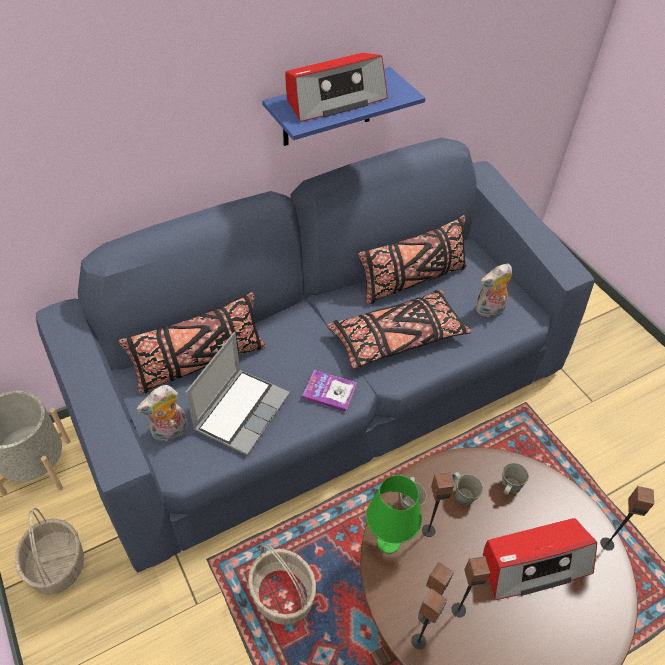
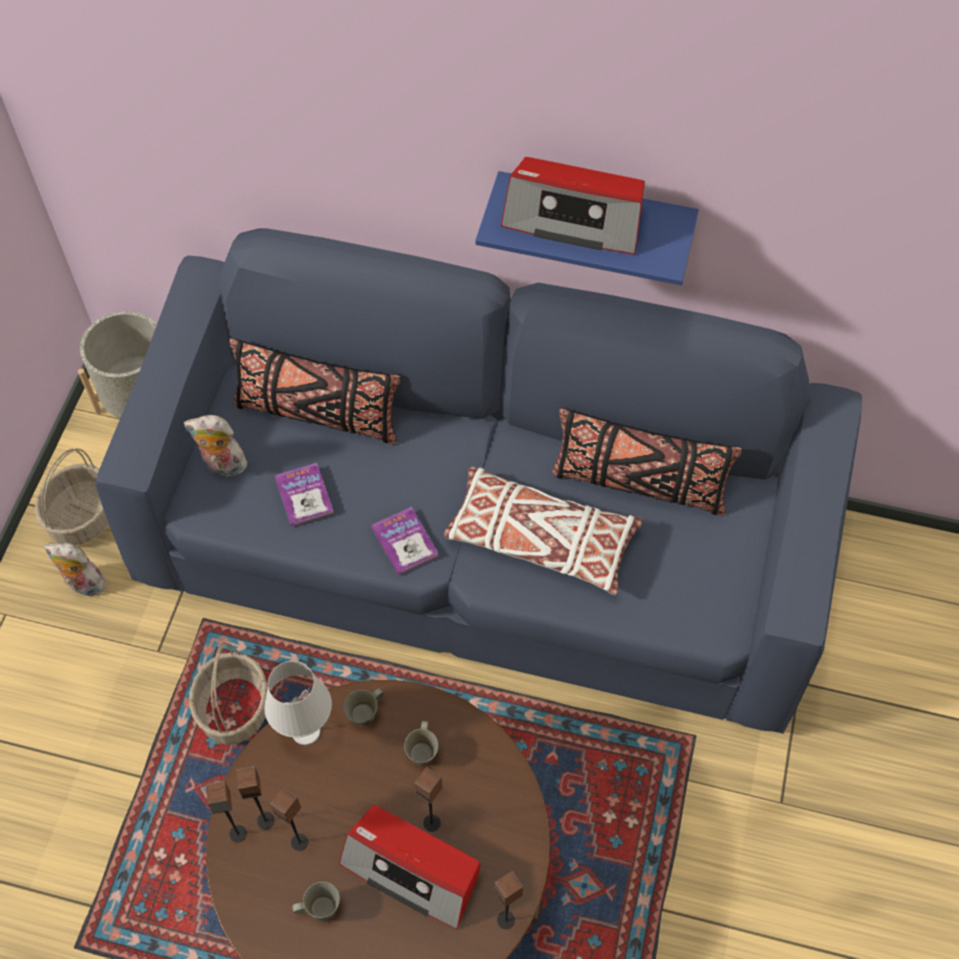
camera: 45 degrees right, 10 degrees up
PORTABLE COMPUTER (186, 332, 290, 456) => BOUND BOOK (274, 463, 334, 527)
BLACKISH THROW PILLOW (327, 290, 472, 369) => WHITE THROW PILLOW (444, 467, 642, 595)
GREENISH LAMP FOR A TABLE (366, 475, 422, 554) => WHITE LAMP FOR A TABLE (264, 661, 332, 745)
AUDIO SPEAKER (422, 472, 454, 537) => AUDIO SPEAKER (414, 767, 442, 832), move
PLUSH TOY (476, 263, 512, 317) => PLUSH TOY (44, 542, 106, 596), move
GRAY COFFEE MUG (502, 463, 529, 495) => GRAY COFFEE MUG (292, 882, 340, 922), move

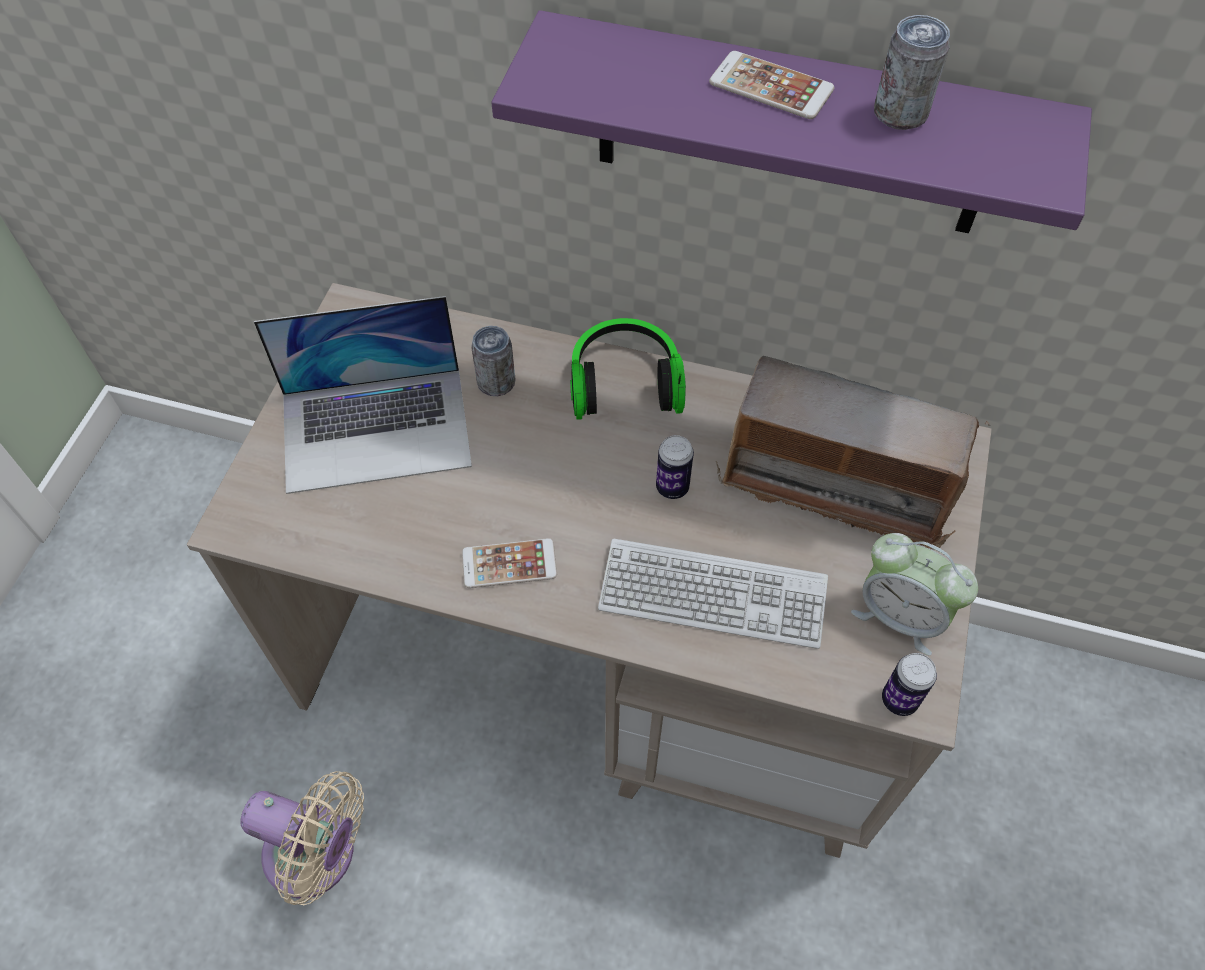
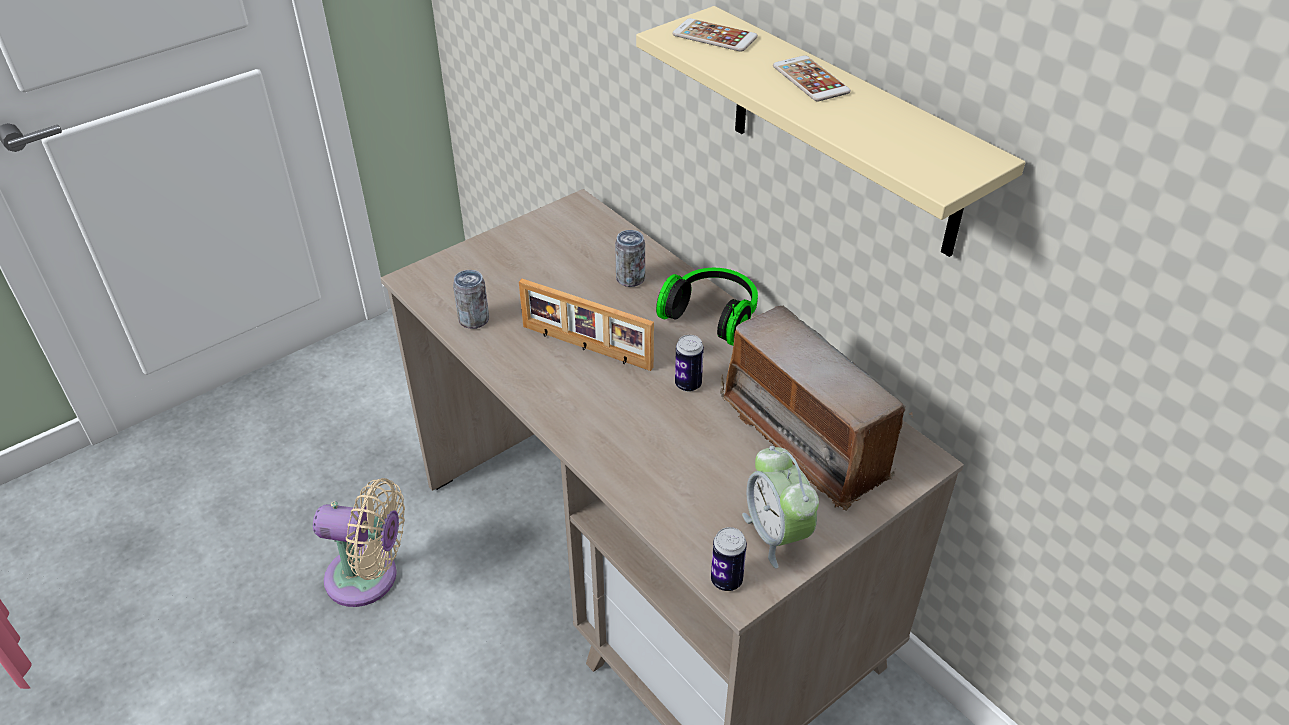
camera: 35 degrees right, 15 degrees down
SAND-COLOURED COOLING FAN (240, 771, 364, 905) => SAND-COLOURED COOLING FAN (313, 478, 405, 607), 45 degrees counterclockwise
PORTABLE COMPUTER (254, 296, 472, 494) => nothing
PHONE (462, 538, 557, 588) => PHONE (672, 18, 758, 52), move
PURPLE-COLOURED WALL SHELF (492, 10, 1092, 233) => SAND-COLOURED WALL SHELF (636, 6, 1025, 257)
KEYBOARD (598, 539, 828, 649) => nothing
SEALED CAN (874, 15, 950, 130) => SEALED CAN (453, 270, 489, 329), move
nothing => PHOTO FRAME (519, 279, 654, 371)

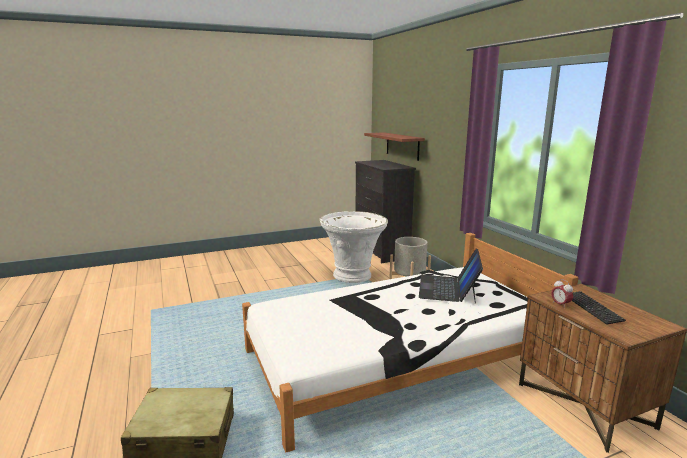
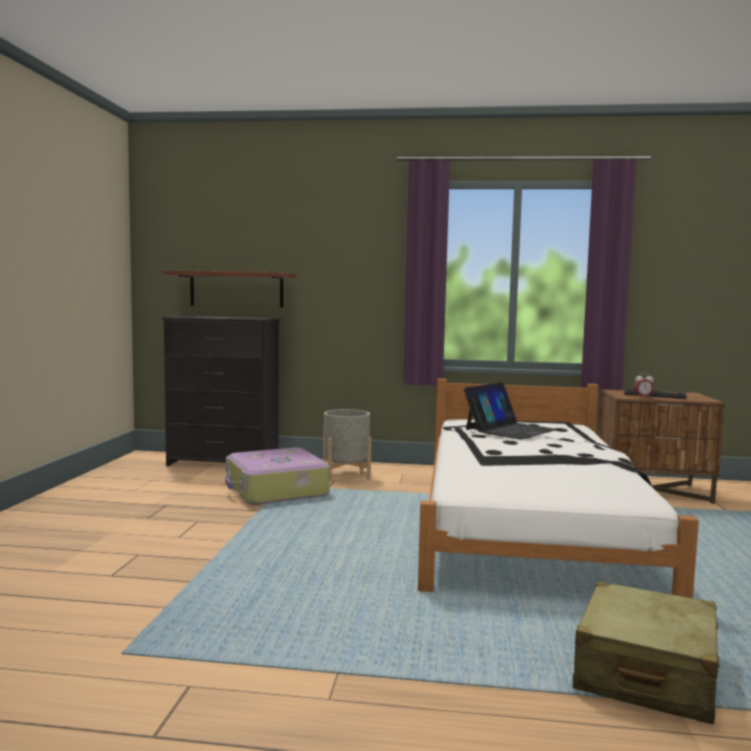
camera: 60 degrees left, 10 degrees down
WHITE PLANT POT (320, 211, 388, 283) => TRAVEL CASE (225, 448, 330, 505)
PORTABLE COMPUTER (419, 248, 483, 303) => PORTABLE COMPUTER (464, 382, 557, 440), 90 degrees counterclockwise

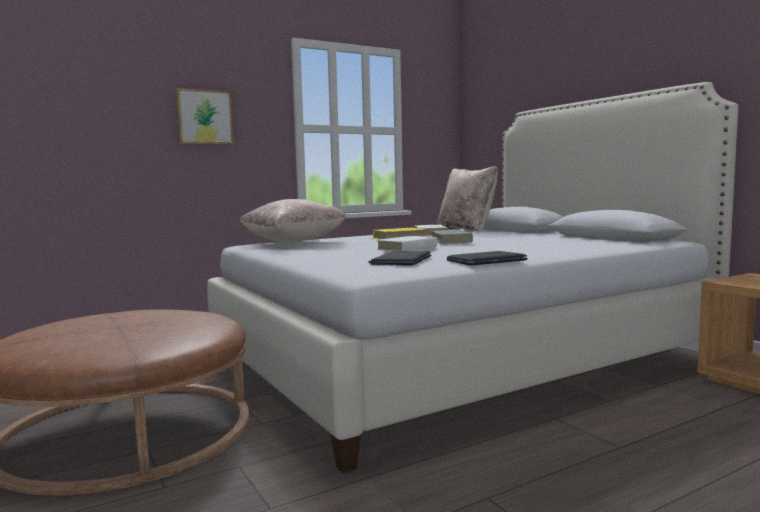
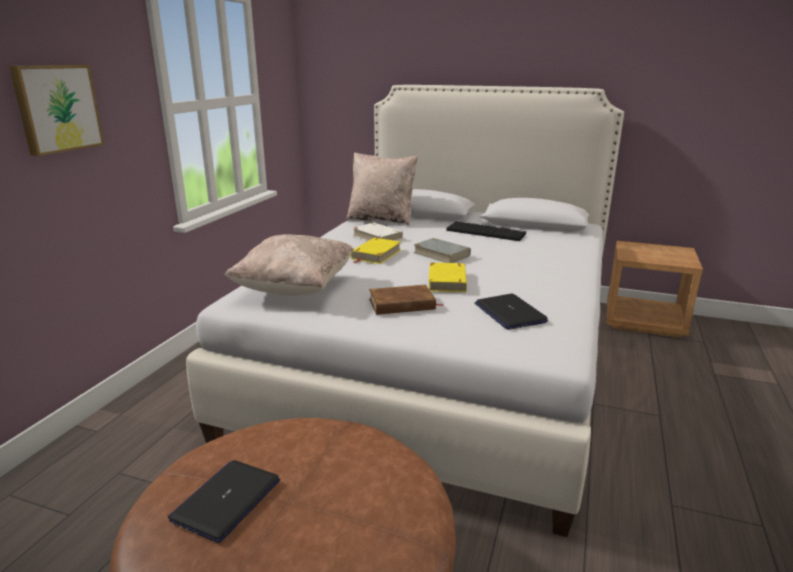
camera: 40 degrees left, 15 degrees up
WHITE BOUND BOOK (376, 236, 437, 251) => YELLOW-COLOURED BOUND BOOK (428, 262, 467, 292)
PORTABLE COMPUTER (447, 251, 528, 266) => PORTABLE COMPUTER (168, 460, 280, 543), move
nothing => BROWN BOUND BOOK (369, 285, 444, 315)
nothing => KEYBOARD (446, 221, 526, 241)

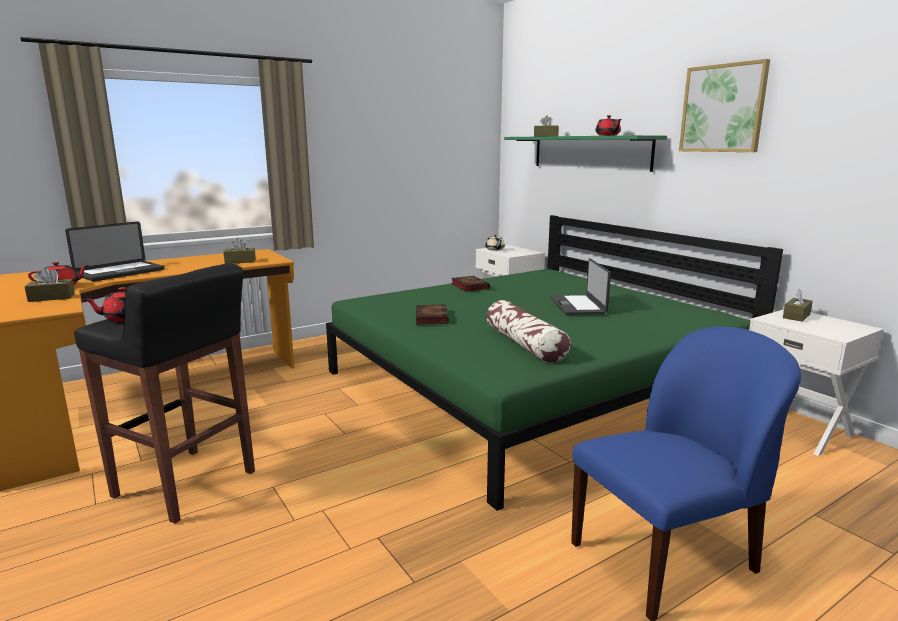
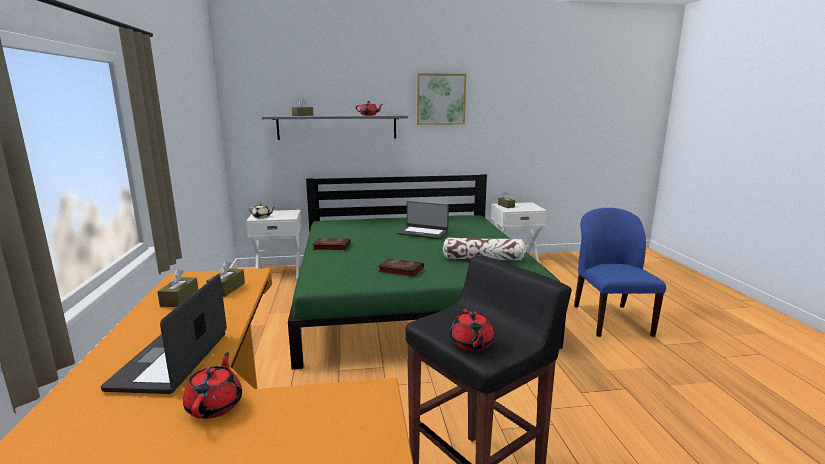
camera: 65 degrees left, 0 degrees up
BROWN TISSUE BOX (24, 267, 75, 302) => BROWN TISSUE BOX (157, 269, 198, 307), move
PORTABLE COMPUTER (65, 221, 165, 281) => PORTABLE COMPUTER (101, 274, 227, 394), 150 degrees counterclockwise
GREENISH WALL SHELF (504, 135, 667, 172) => GRAY WALL SHELF (262, 115, 408, 140)

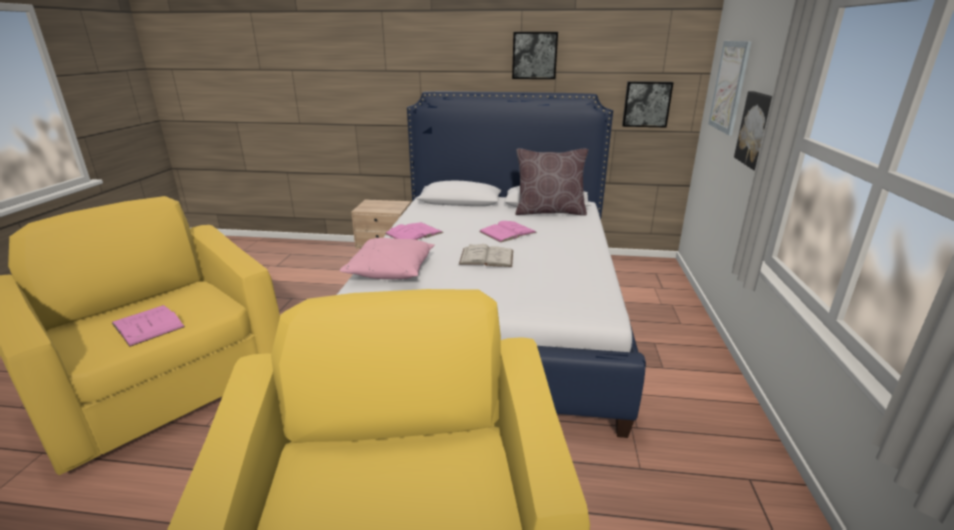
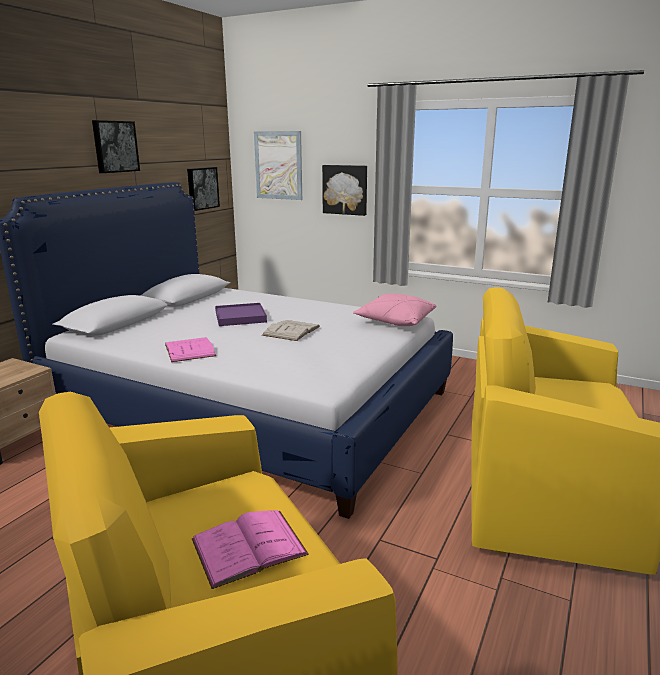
camera: 70 degrees left, 5 degrees down
PINK-COLOURED THROW PILLOW (339, 238, 435, 279) => PINK-COLOURED THROW PILLOW (353, 293, 437, 326), move
PINK-COLOURED BOUND BOOK (479, 221, 537, 243) => PURPLE-COLOURED TRAY (215, 303, 267, 326)
BROWN THROW PILLOW (515, 149, 588, 216) => nothing

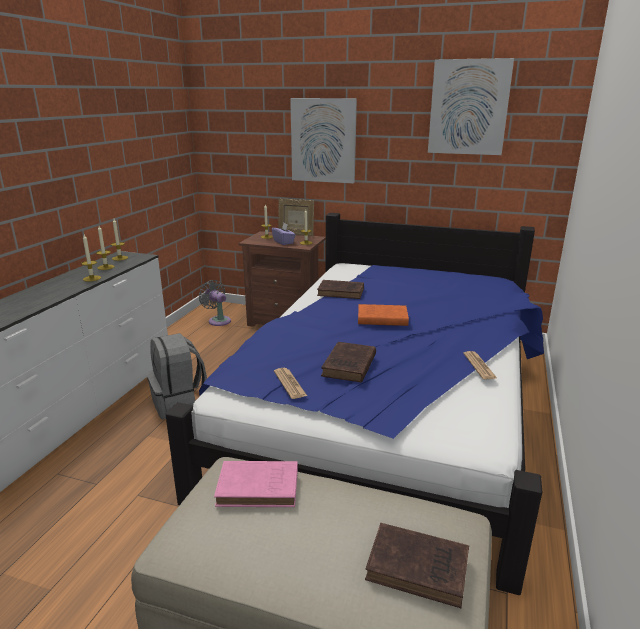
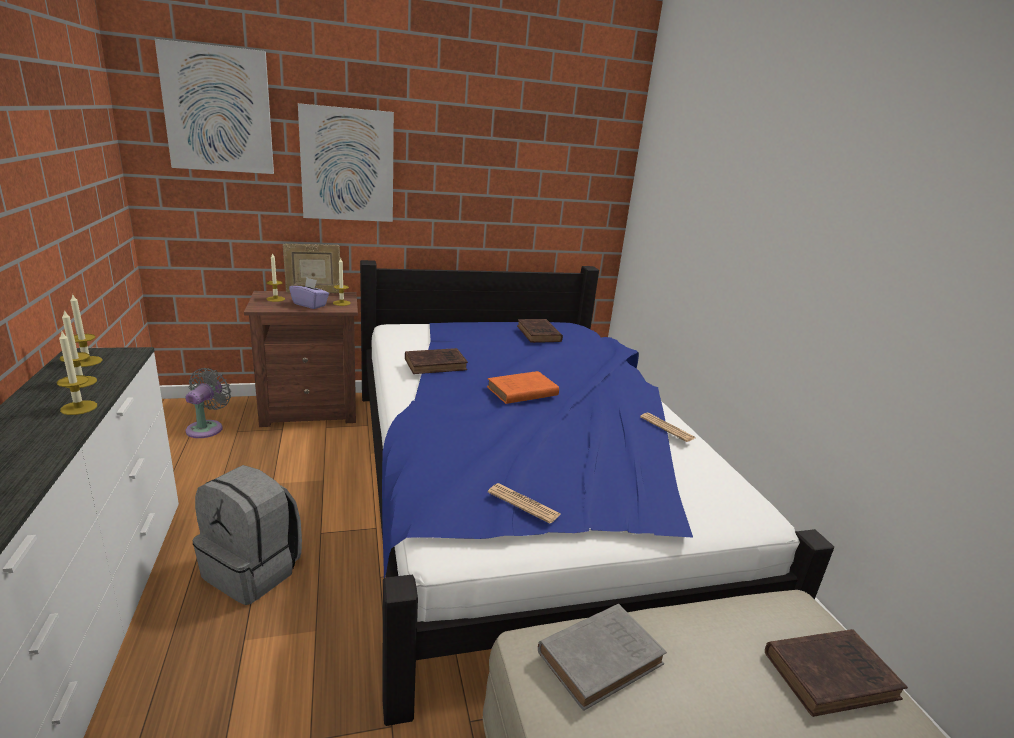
camera: 35 degrees left, 0 degrees up
GRAY COOLING FAN (199, 280, 231, 326) => GRAY COOLING FAN (186, 368, 231, 438), 90 degrees clockwise
PINK-COLOURED BOUND BOOK (214, 461, 298, 507) => GRAY BOUND BOOK (538, 604, 667, 711)
BROWN BOUND BOOK (321, 342, 376, 383) => BROWN BOUND BOOK (517, 319, 563, 343), move
PICTURE (428, 58, 514, 155) => PICTURE (155, 39, 274, 174), move

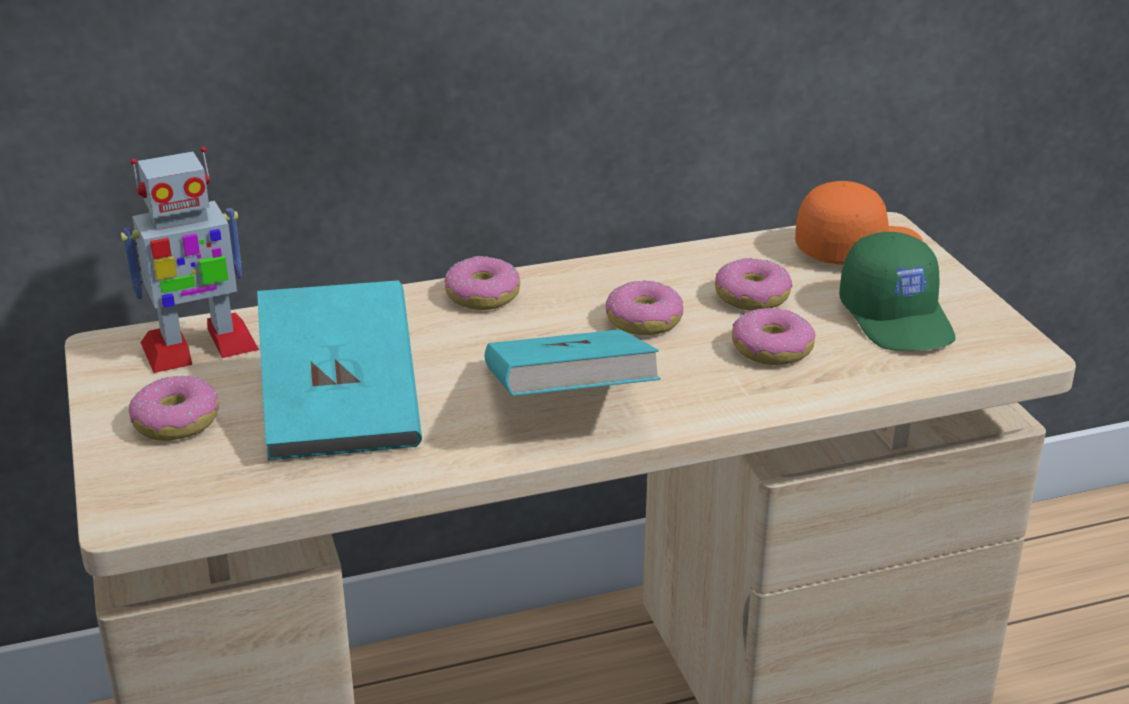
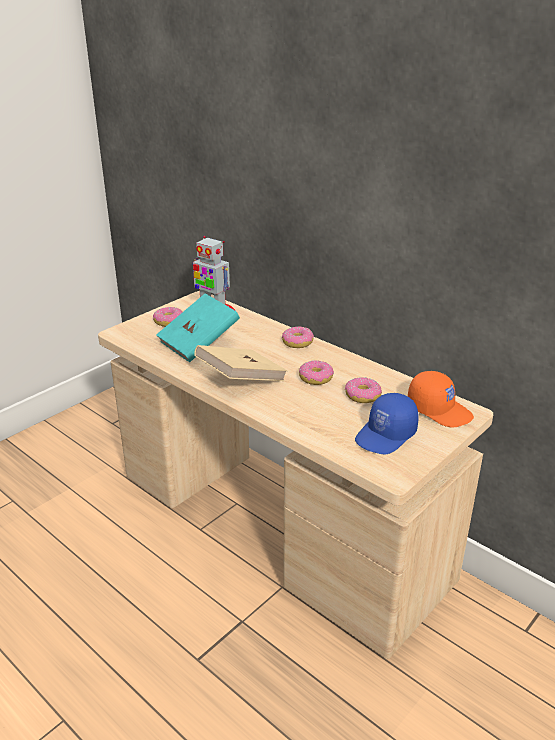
camera: 60 degrees right, 0 degrees up
TURQUOISE BOUND BOOK (485, 329, 661, 396) => SAND-COLOURED BOUND BOOK (194, 345, 288, 381)
DOUGHNUT (732, 307, 815, 365) => nothing
GREENISH CAP (839, 232, 956, 351) => BLUE CAP (355, 393, 419, 454)

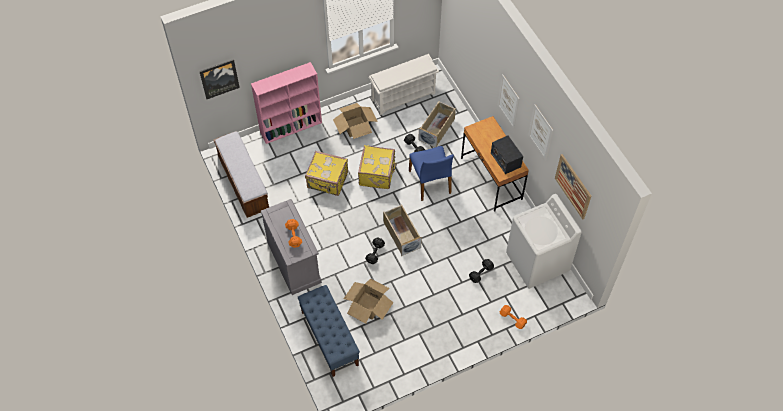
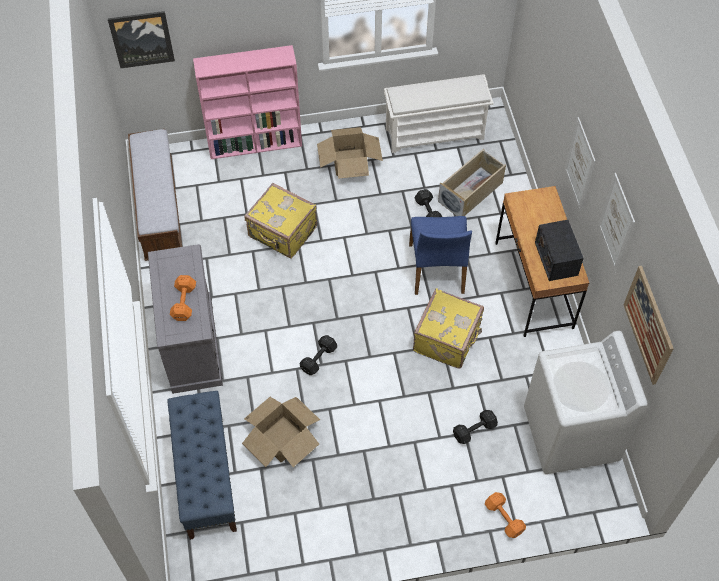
camera: 15 degrees right, 0 degrees up
YELLOW-COLOURED TRAVEL CASE (358, 145, 397, 189) => YELLOW-COLOURED TRAVEL CASE (413, 288, 484, 368), move
SAND-COLOURED STORAGE BIN (383, 204, 422, 256) => nothing

